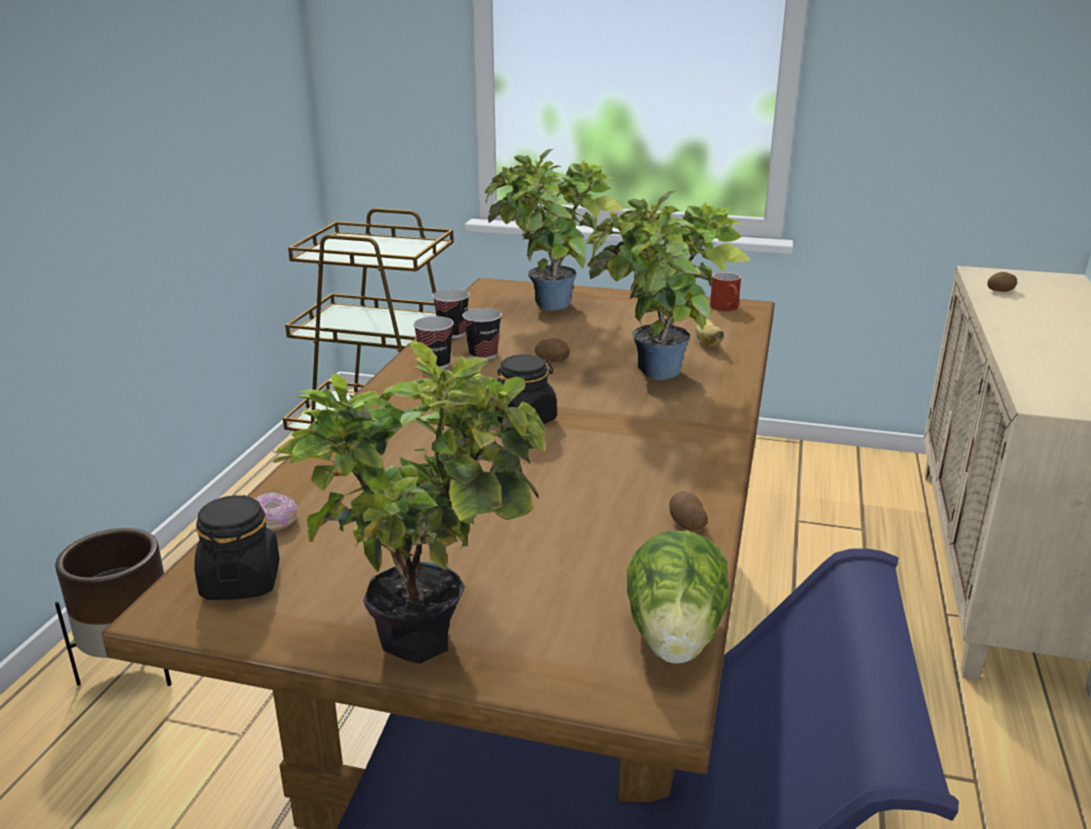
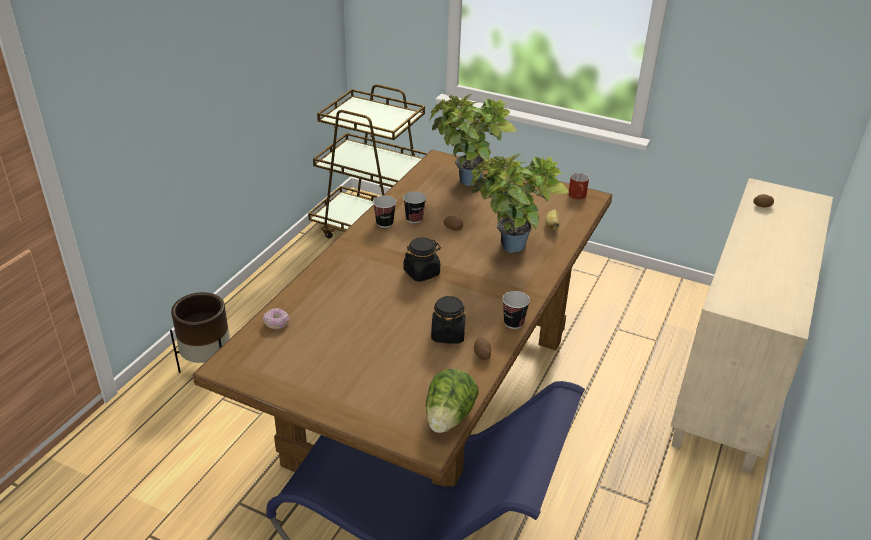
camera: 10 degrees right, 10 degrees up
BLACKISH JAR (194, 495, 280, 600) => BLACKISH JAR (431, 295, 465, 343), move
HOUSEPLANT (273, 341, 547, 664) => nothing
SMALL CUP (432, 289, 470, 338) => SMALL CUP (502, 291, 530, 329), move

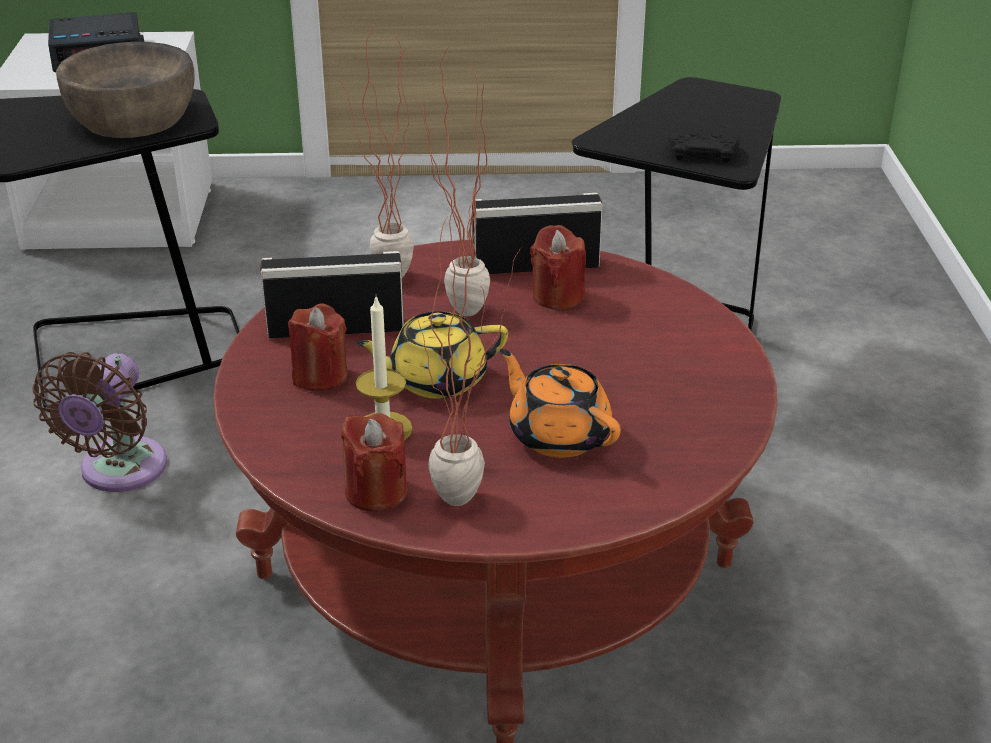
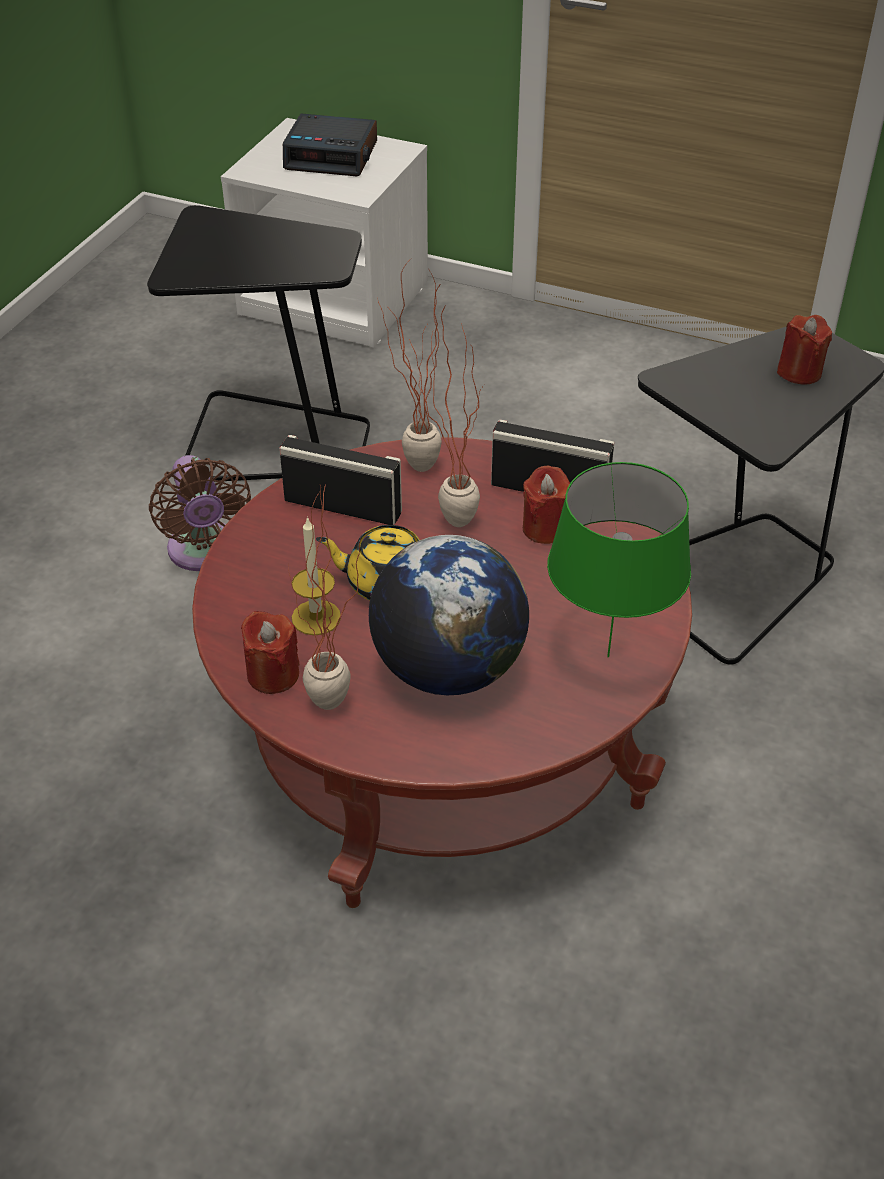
camera: 25 degrees right, 10 degrees up
BROWN COOLING FAN (33, 352, 167, 492) => BROWN COOLING FAN (149, 455, 251, 571), 60 degrees counterclockwise
BROWN SERVING BOWL (56, 42, 195, 138) => nothing
RED-COLOURED WAX CANDLE (288, 303, 347, 391) => RED-COLOURED WAX CANDLE (777, 315, 832, 385), move
ORANGEY TEAPOT (500, 349, 621, 458) => WORLD GLOBE (369, 535, 529, 695)
BLACKISH JOYPAD (668, 130, 740, 163) => nothing
nothing => GREENISH LAMP FOR A TABLE (547, 462, 691, 657)

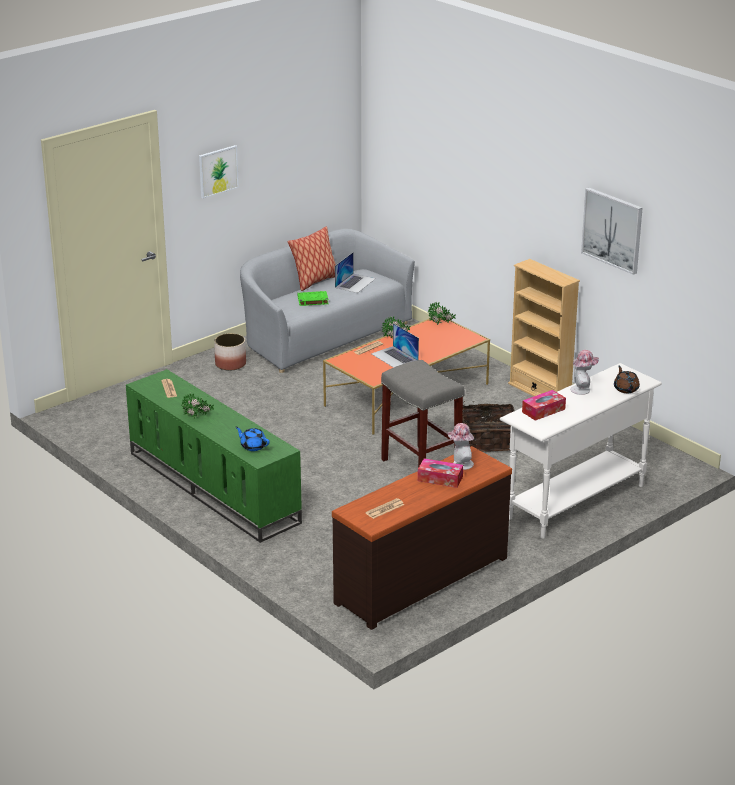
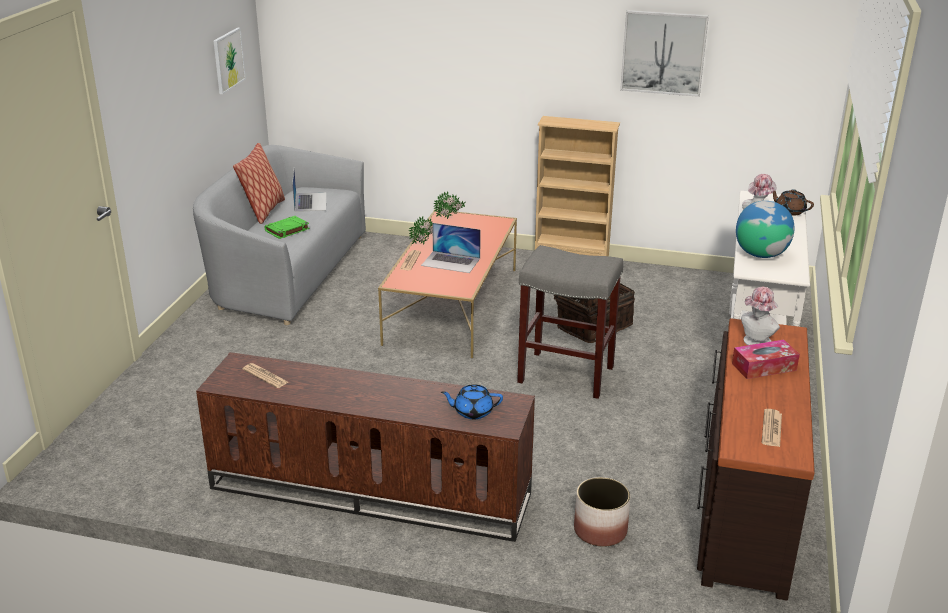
camera: 35 degrees left, 0 degrees up
GREENISH MEDIA CONSOLE (126, 369, 302, 543) => BROWN MEDIA CONSOLE (196, 352, 535, 542)
HOUSEPLANT (182, 393, 214, 418) => nothing
PICTURE (199, 145, 239, 199) => PICTURE (214, 28, 246, 94), move
PLANT POT (214, 333, 246, 371) => PLANT POT (574, 477, 630, 547), move
TISSUE BOX (522, 390, 566, 421) => WORLD GLOBE (736, 201, 794, 258)

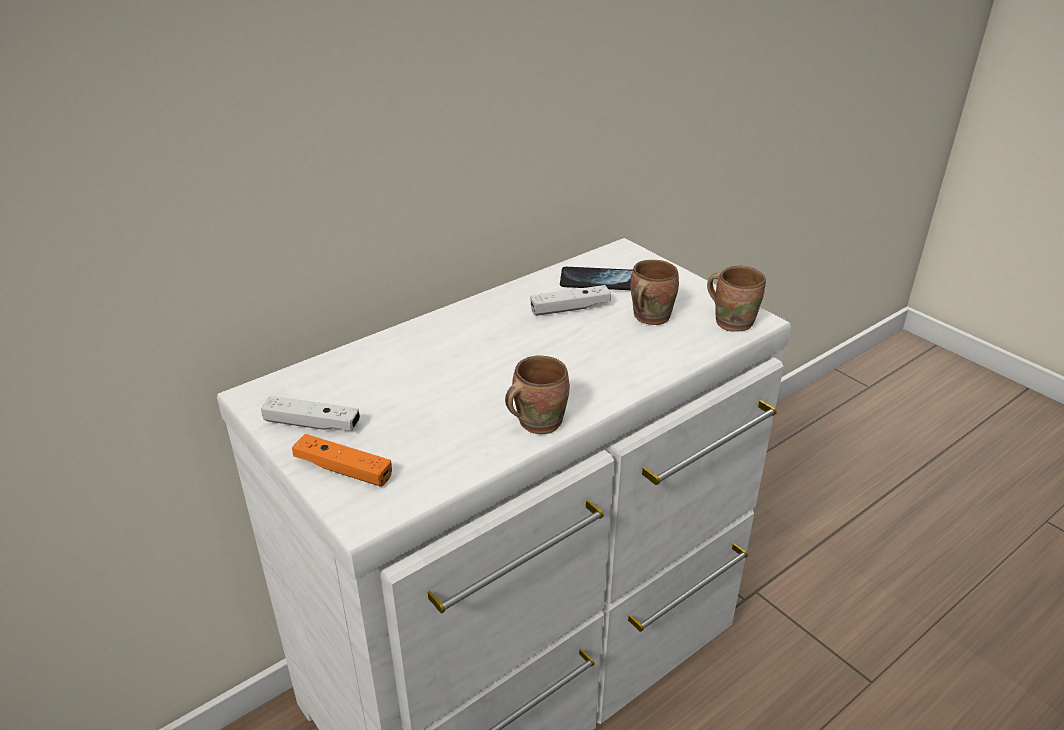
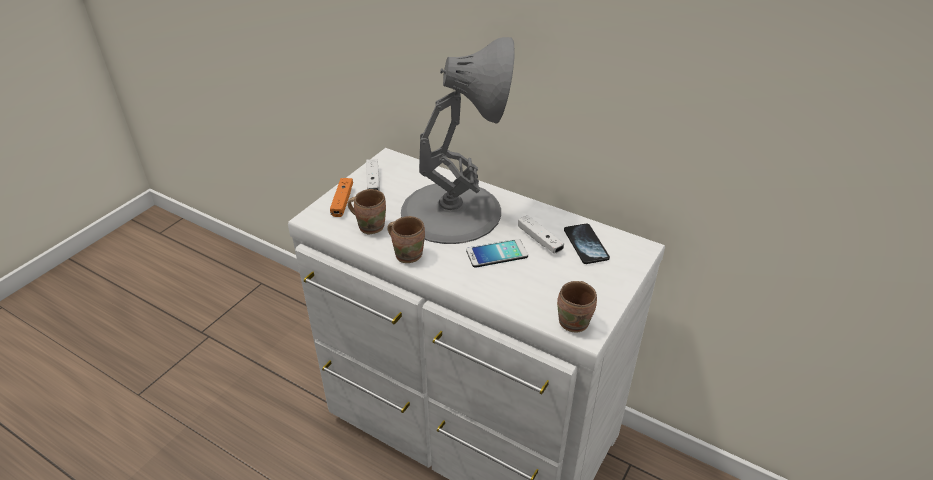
camera: 70 degrees right, 5 degrees up
BROWN COFFEE MUG (630, 260, 679, 325) => BROWN COFFEE MUG (348, 189, 386, 234), move
nothing => GRAY LAMP FOR A TABLE (401, 37, 515, 244)
nothing => PHONE (466, 239, 528, 268)

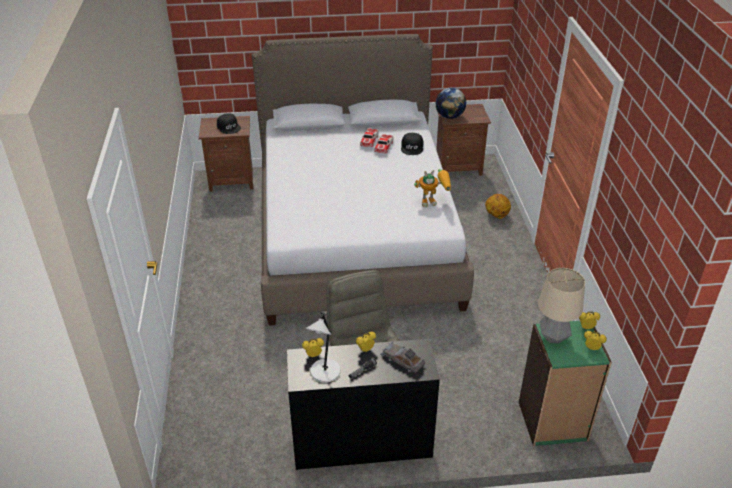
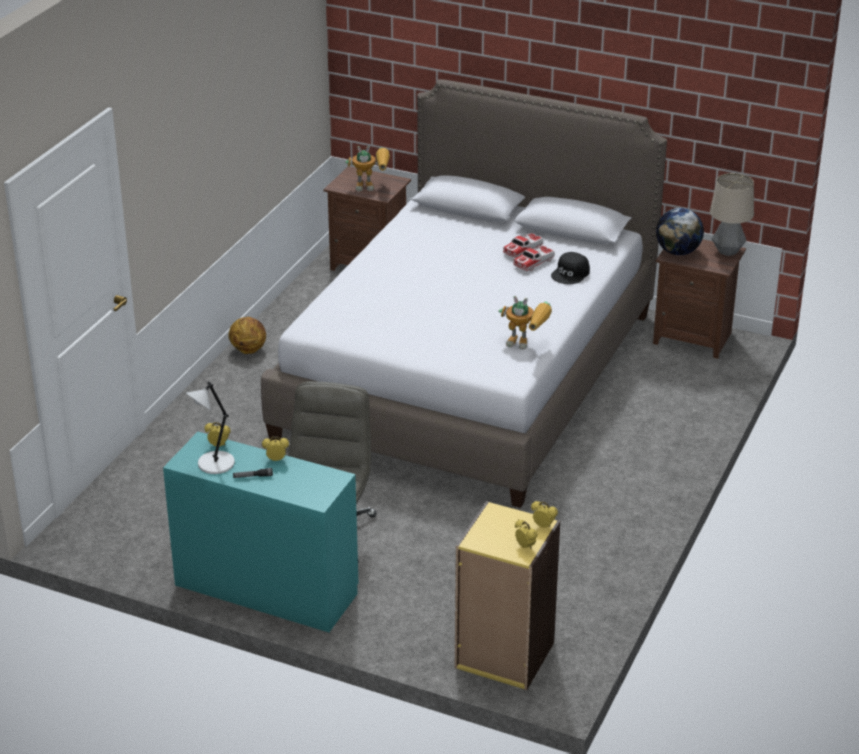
camera: 30 degrees right, 5 degrees down
BLACKISH CAP (217, 113, 241, 134) => MODEL ROBOT (345, 146, 390, 191)
BLACKISH DESK UNIT (287, 339, 440, 470) => TURQUOISE DESK UNIT (163, 432, 358, 632)
GRAY TOY CAR (380, 342, 425, 373) => nothing
BALL FOR BASKETBALL (485, 194, 511, 219) => BALL FOR BASKETBALL (228, 317, 266, 354), move
GREENISH BOOKCASE (519, 321, 612, 446) => YELLOW-COLOURED BOOKCASE (455, 501, 560, 690)
LAMP FOR A TABLE (538, 268, 585, 344) => LAMP FOR A TABLE (710, 173, 754, 256), move

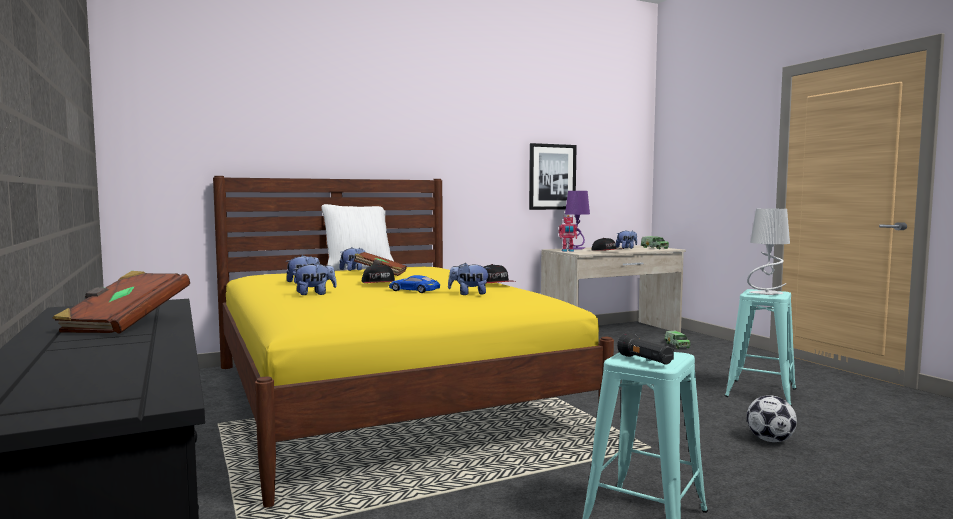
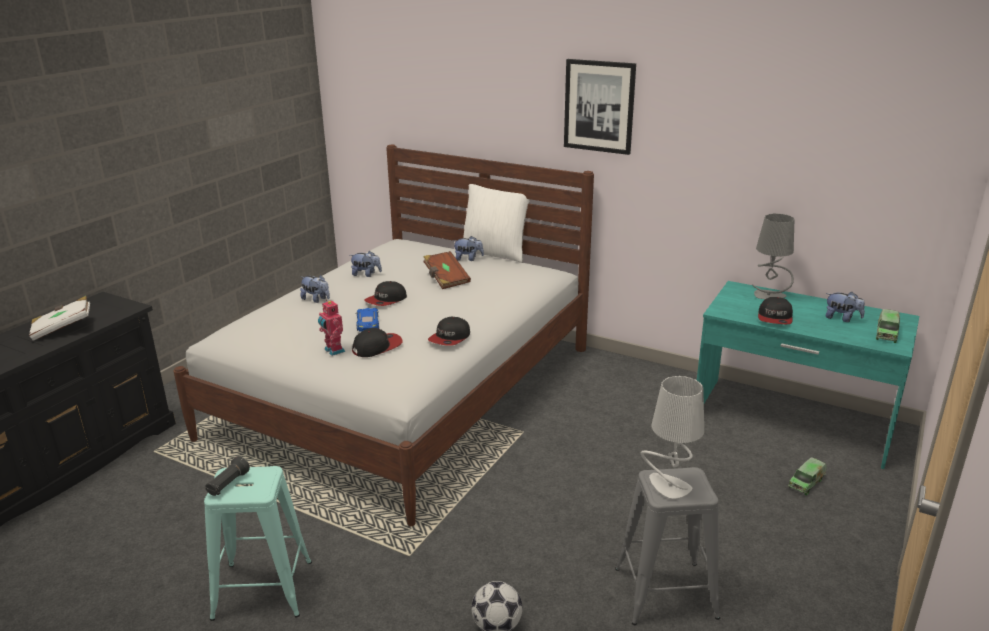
camera: 55 degrees right, 20 degrees up
BROWN BOUND BOOK (52, 271, 190, 333) => WHITE BOUND BOOK (29, 296, 90, 341)
YELLOW-COLOURED BEDROOM BED (213, 176, 614, 507) => WHITE BEDROOM BED (174, 145, 594, 526)
PLUSH TOY (448, 263, 491, 295) => CAP (352, 328, 403, 357)
PICTURE (529, 143, 577, 210) => PICTURE (564, 59, 636, 155), move
SAND-COLOURED DESK UNIT (541, 245, 686, 332) => TURQUOISE DESK UNIT (697, 281, 919, 469)
MODEL ROBOT (559, 215, 577, 252) => MODEL ROBOT (318, 300, 345, 356), move
PURPLE-COLOURED LAMP FOR A TABLE (565, 191, 590, 250) => GRAY LAMP FOR A TABLE (752, 213, 794, 299)
TURQUOISE STOOL SEAT (725, 289, 797, 406) => GRAY STOOL SEAT (615, 467, 720, 625)

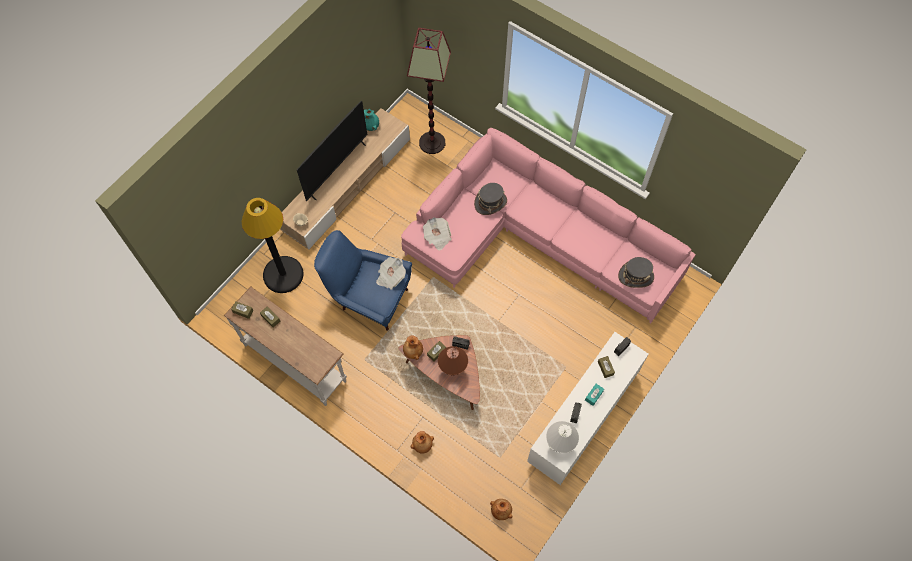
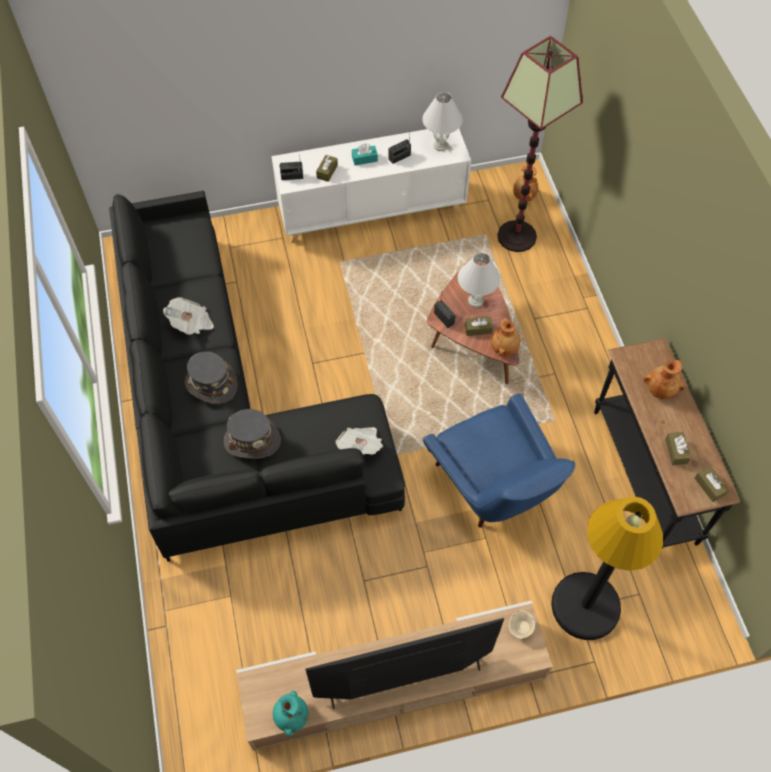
camera: 140 degrees left, 5 degrees down
WHITE HALL TABLE (224, 287, 347, 406) => BLACKISH HALL TABLE (594, 338, 740, 548)
NEWSPAPER (376, 257, 406, 290) => NEWSPAPER (163, 297, 214, 335), move
PINK-COLOURED SOFA (401, 128, 696, 323) => BLACKISH SOFA (109, 191, 405, 562)
STANDARD LAMP (407, 28, 451, 154) => STANDARD LAMP (497, 36, 583, 252), move
BROWN DECORATIVE VASE (410, 431, 434, 454) => BROWN DECORATIVE VASE (644, 360, 684, 399), move
BROWN LAMP FOR A TABLE (438, 346, 468, 375) => WHITE LAMP FOR A TABLE (458, 253, 500, 307)
GRAY WEARABLE HAT (618, 257, 654, 288) => GRAY WEARABLE HAT (185, 352, 237, 404), move

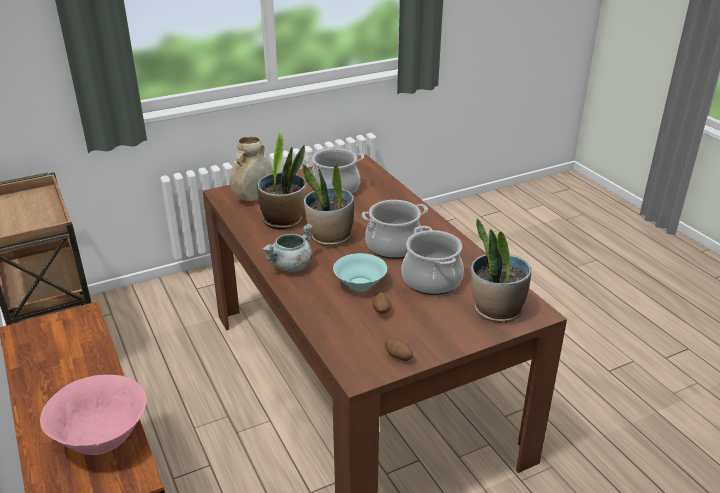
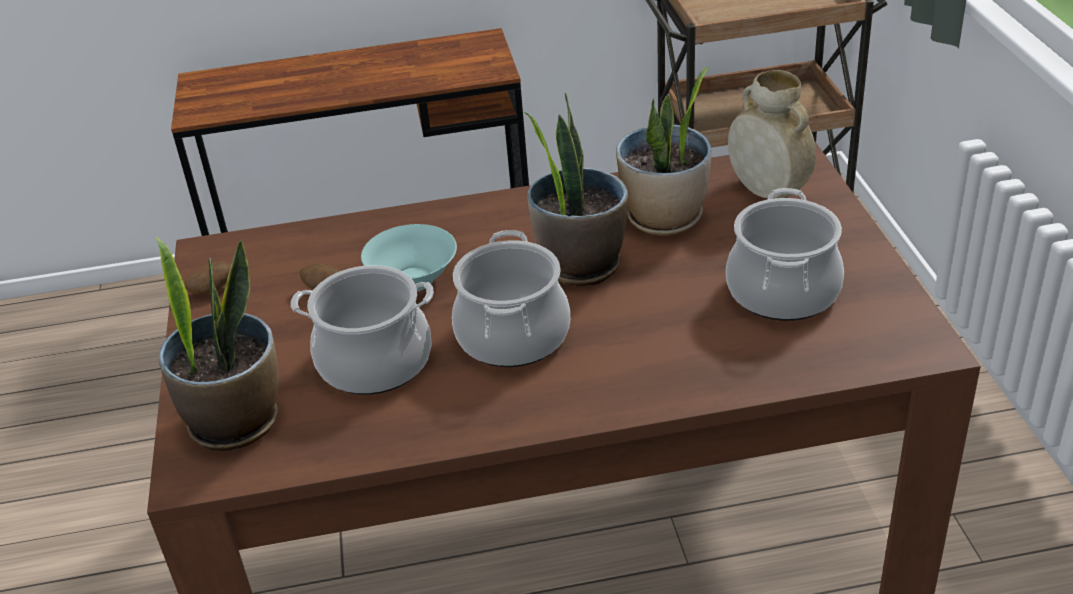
camera: 110 degrees right, 5 degrees up
PINK-COLOURED SERVING BOWL (40, 375, 147, 455) => nothing
GRAY SAUCEPOT (262, 224, 313, 272) => nothing

